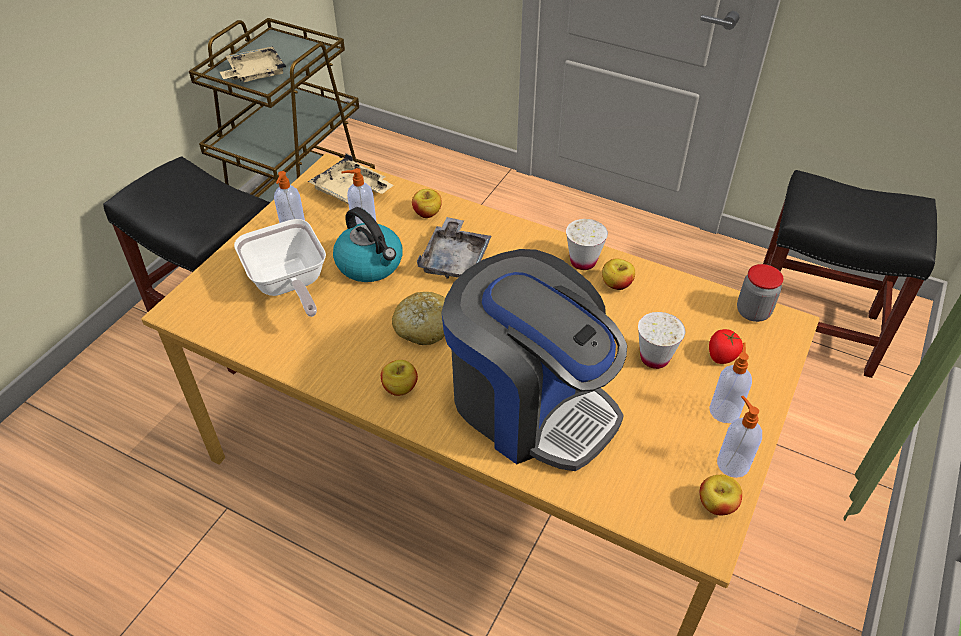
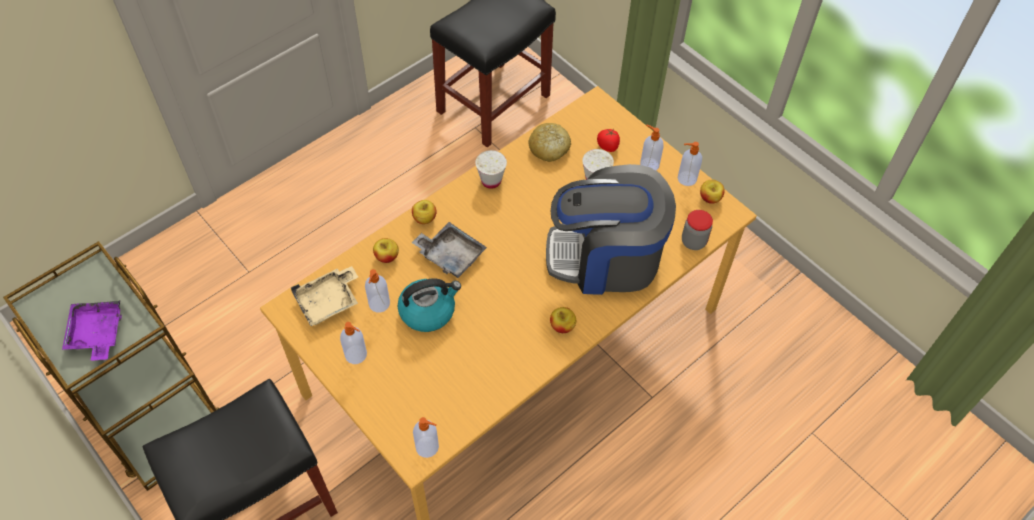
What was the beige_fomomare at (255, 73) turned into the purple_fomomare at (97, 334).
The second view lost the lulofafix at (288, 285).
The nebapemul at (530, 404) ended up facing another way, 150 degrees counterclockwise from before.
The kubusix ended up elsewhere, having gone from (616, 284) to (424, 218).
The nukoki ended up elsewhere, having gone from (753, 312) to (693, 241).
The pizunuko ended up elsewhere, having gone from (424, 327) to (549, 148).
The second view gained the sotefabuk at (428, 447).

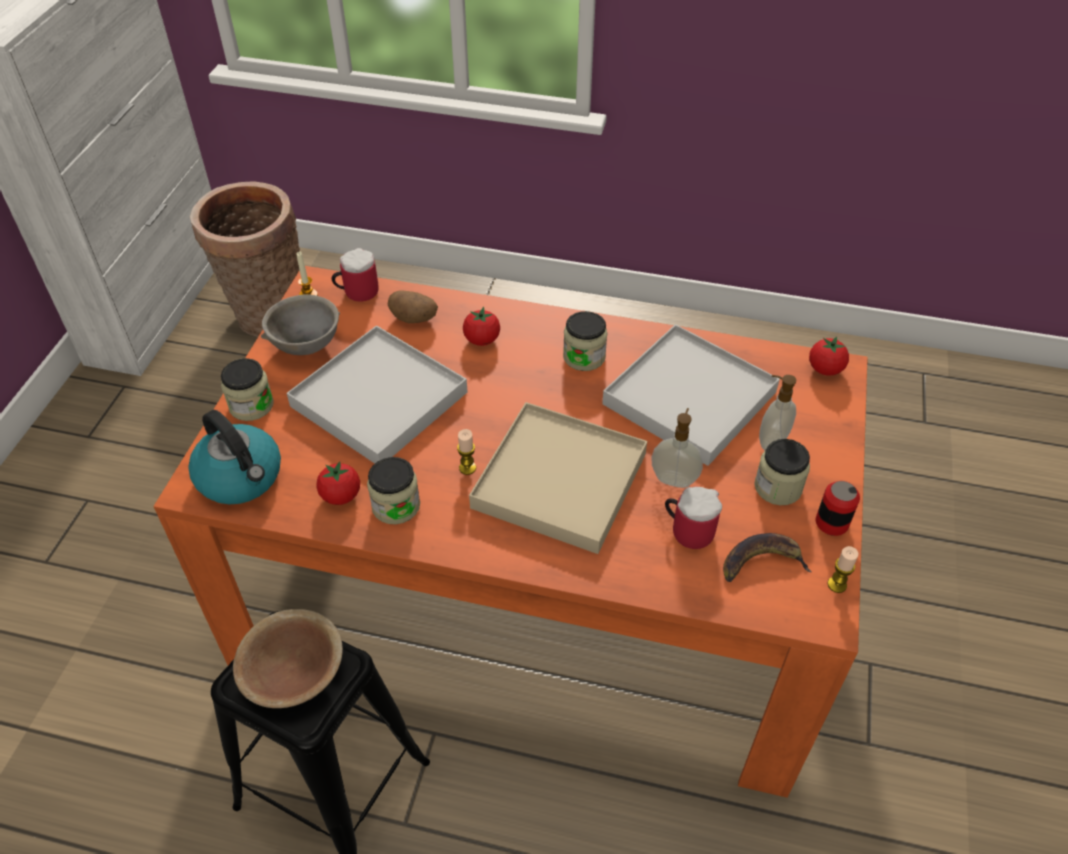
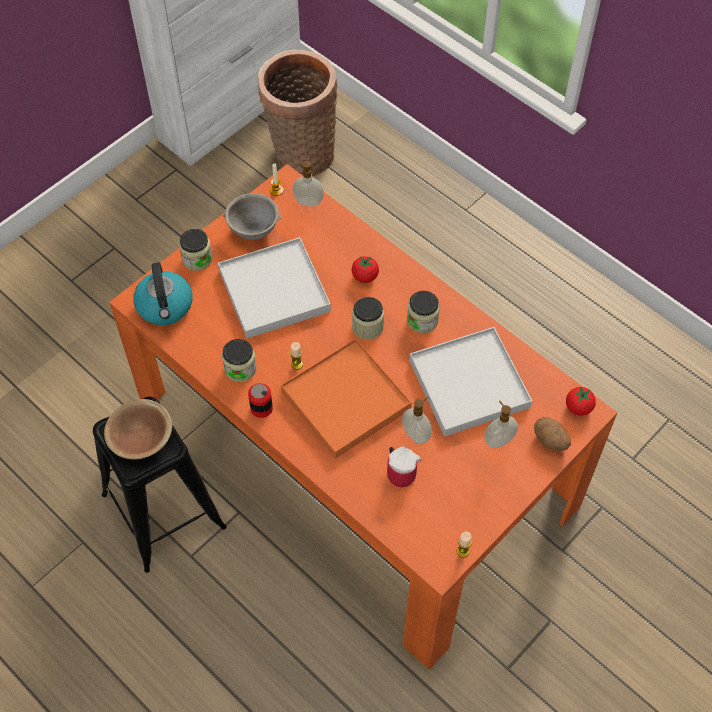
Where the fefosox stood at (356, 291), the sotefabuk came to stand at (308, 201).
The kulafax ended up elsewhere, having gone from (414, 318) to (550, 440).
What was the beige_fomomare at (559, 480) turned into the orange_fomomare at (346, 400).
The nukoki ended up elsewhere, having gone from (778, 487) to (367, 327).
The second view lost the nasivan at (341, 496).
The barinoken ended up elsewhere, having gone from (831, 523) to (261, 408).
The second view lost the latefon at (761, 562).

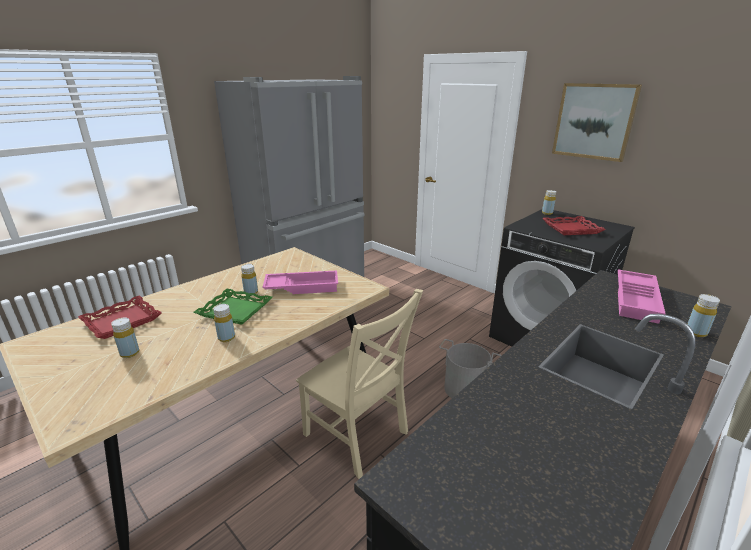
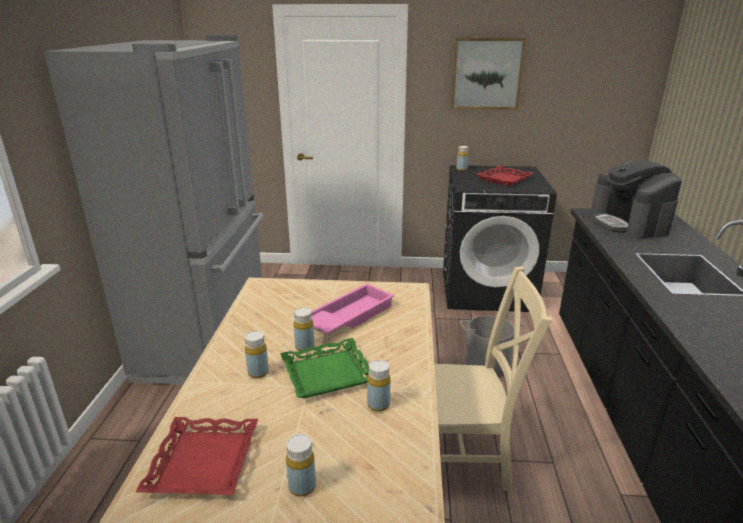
Where the pink_fomomare stood at (637, 300), the nebapemul came to stand at (629, 223).
The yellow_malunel ended up elsewhere, having gone from (696, 332) to (258, 372).

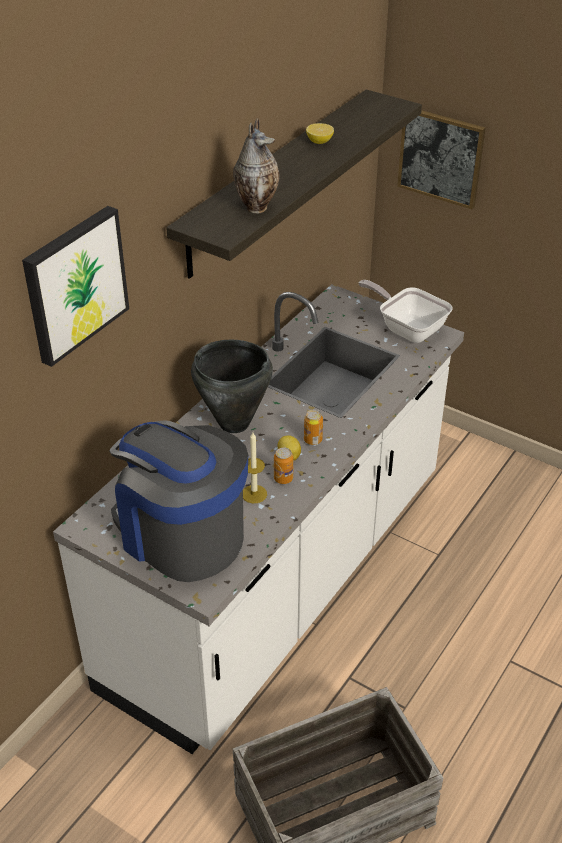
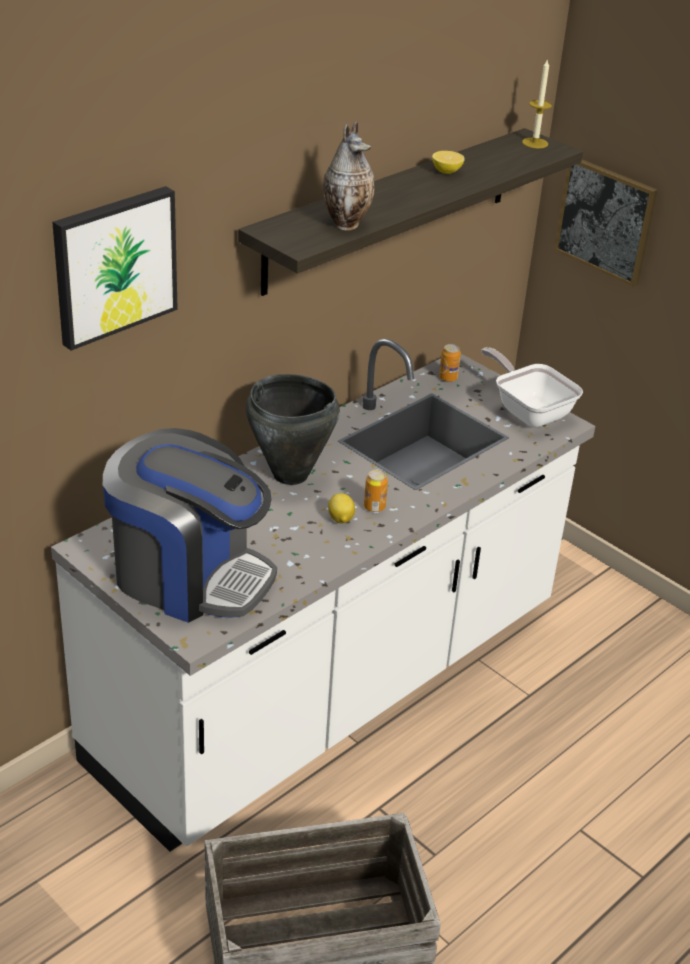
The nebapemul at (181, 535) ended up facing another way, 150 degrees clockwise from before.
The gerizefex ended up elsewhere, having gone from (254, 494) to (535, 143).
The barinoken ended up elsewhere, having gone from (283, 478) to (448, 378).

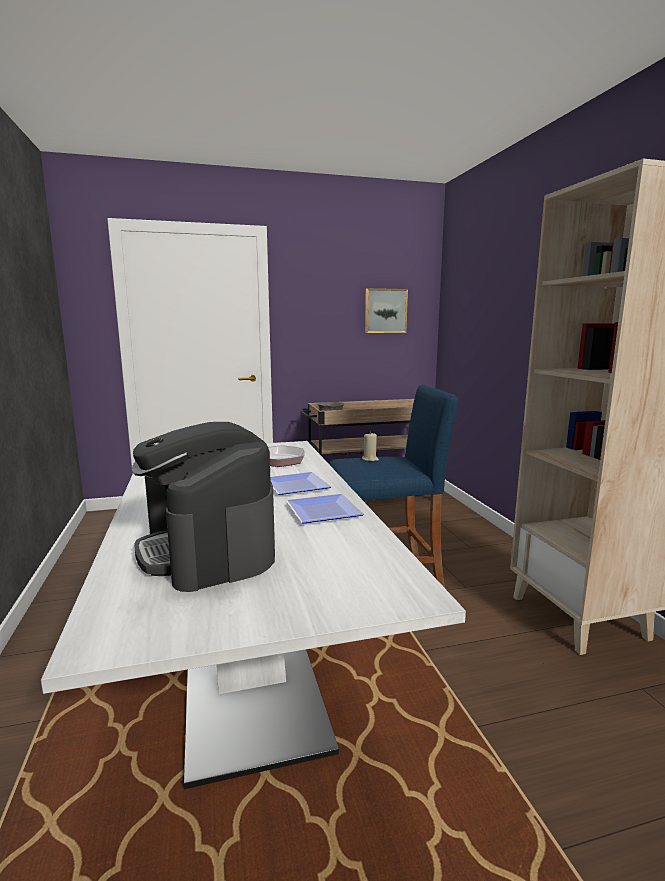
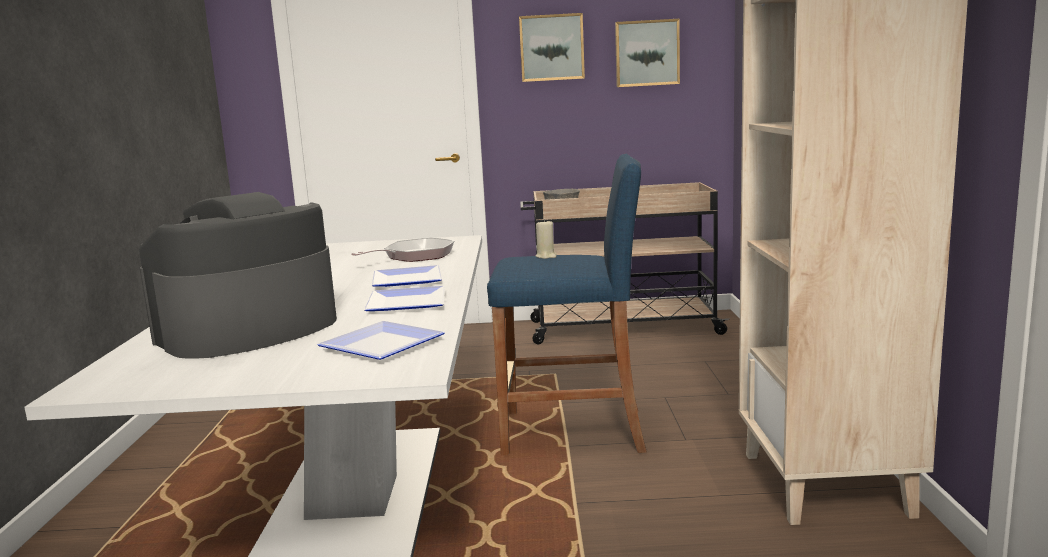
The nebapemul at (208, 549) ended up facing another way, 60 degrees clockwise from before.
The second view gained the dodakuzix at (551, 48).
The second view gained the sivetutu at (387, 345).

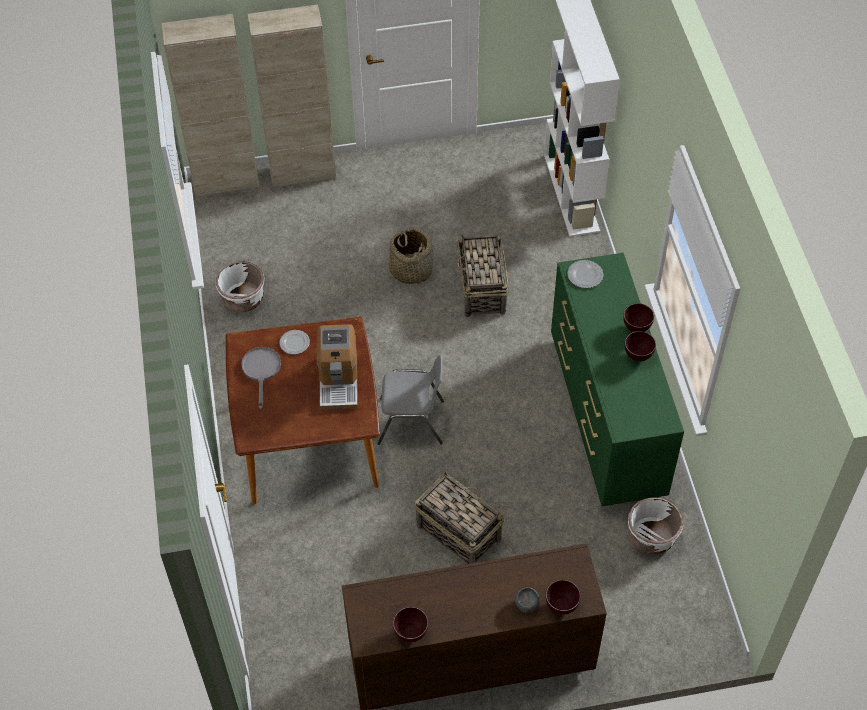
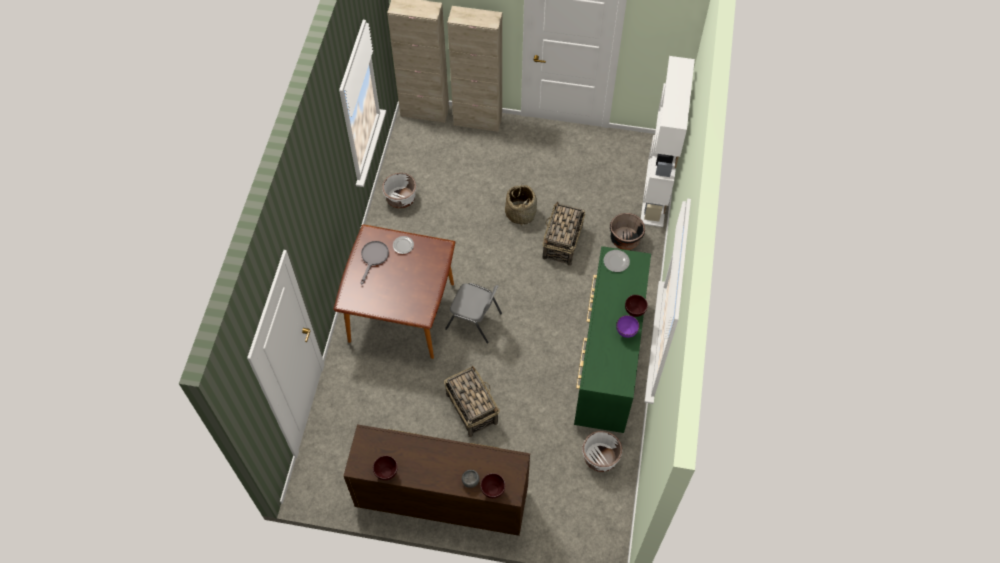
The second view lost the nebapemul at (338, 381).
What was the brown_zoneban at (637, 356) turned into the purple_zoneban at (626, 332).
The second view gained the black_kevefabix at (625, 239).

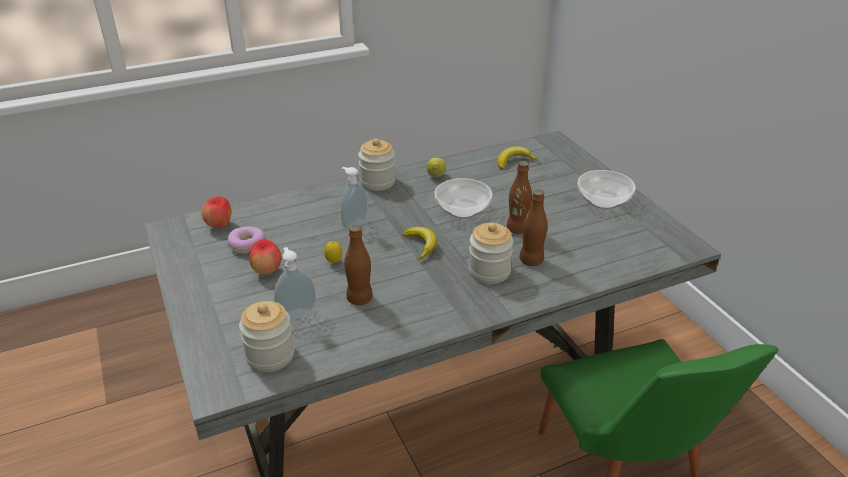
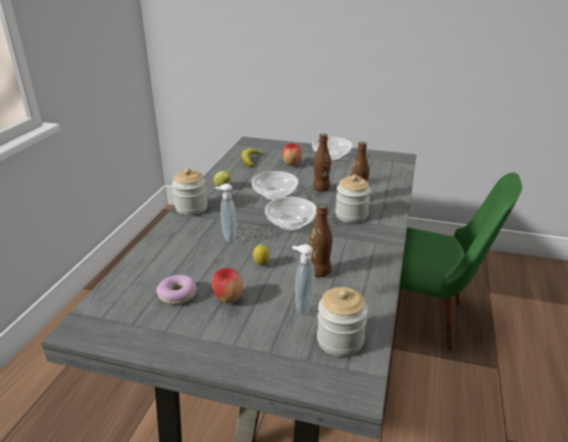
The kubusix ended up elsewhere, having gone from (219, 225) to (291, 164).
Where the latefon stood at (421, 245), the zoneban came to stand at (291, 224).

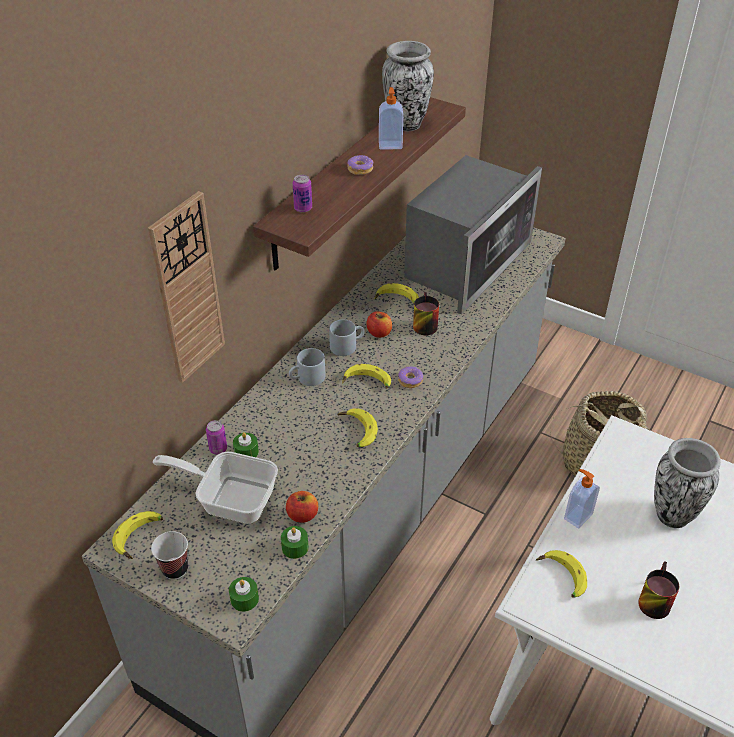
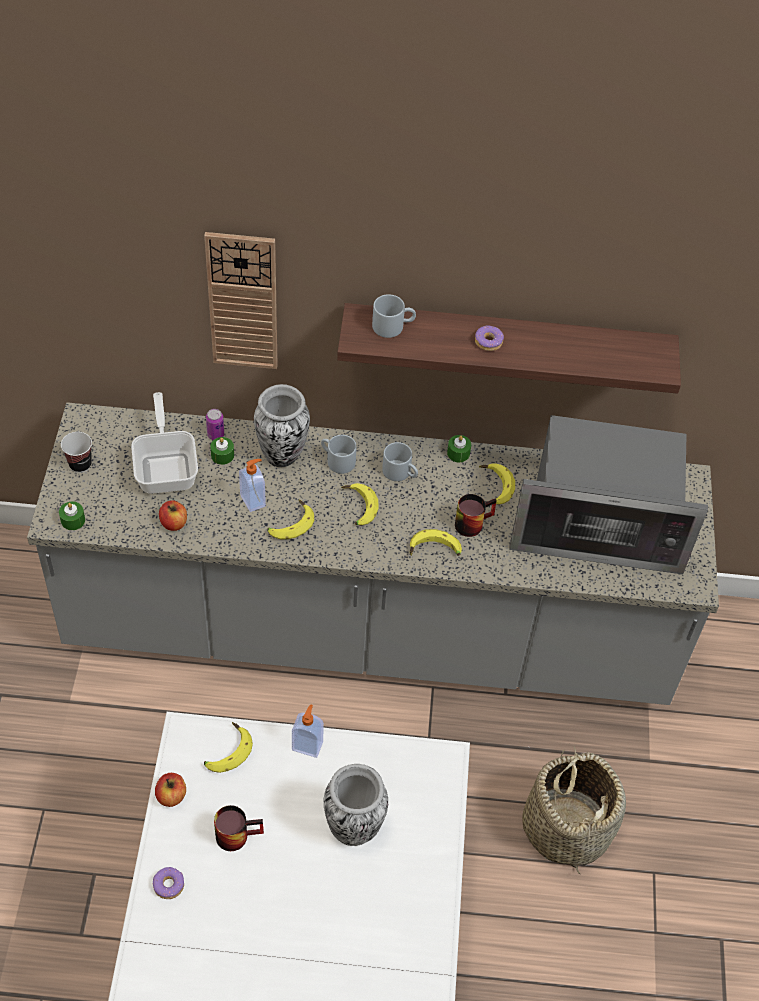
The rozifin ended up elsewhere, having gone from (406, 124) to (282, 455).
The sotefabuk ended up elsewhere, having gone from (390, 145) to (253, 500).
Where the barinoken stood at (303, 208), the grey_fefosox came to stand at (393, 326).
The kubusix ended up elsewhere, having gone from (379, 333) to (171, 796).
The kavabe ended up elsewhere, having gone from (410, 380) to (169, 885).
The latefon ended up elsewhere, having gone from (140, 538) to (434, 551).
The green_gerizefex ended up elsewhere, having gone from (295, 547) to (458, 453).

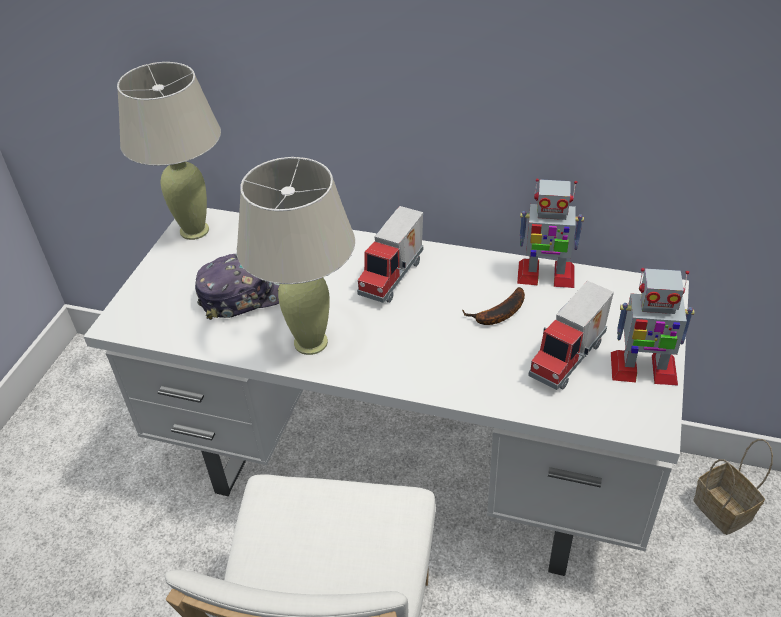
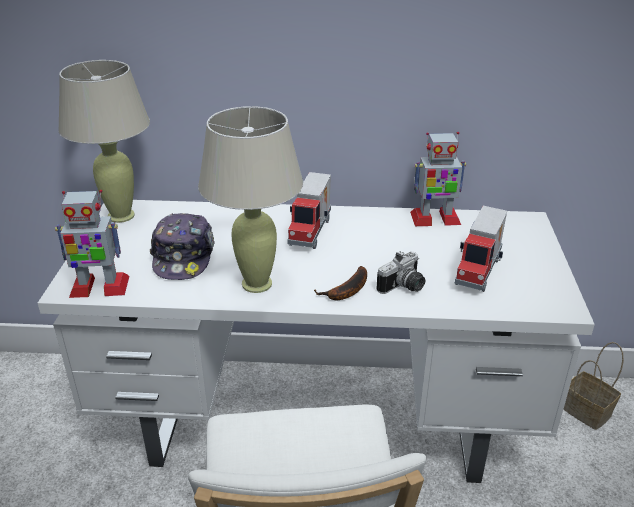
The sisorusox at (244, 295) ended up facing another way, 120 degrees clockwise from before.
The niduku ended up elsewhere, having gone from (642, 369) to (99, 287).
The latefon ended up elsewhere, having gone from (498, 315) to (346, 291).
The second view gained the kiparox at (404, 287).

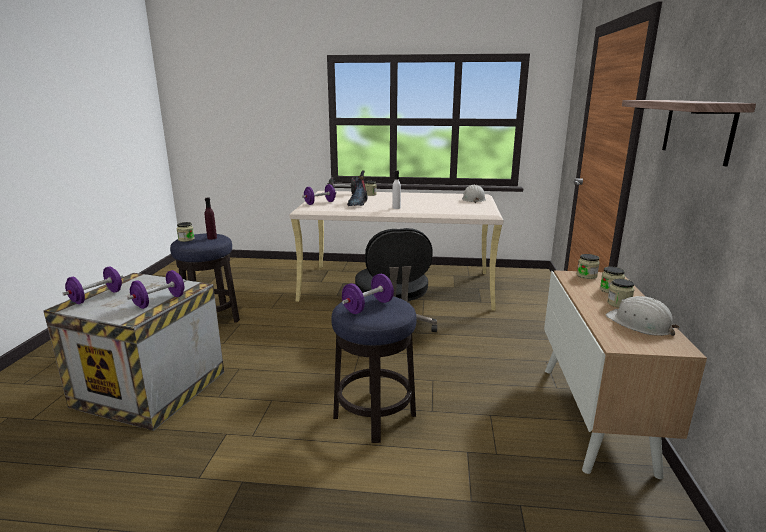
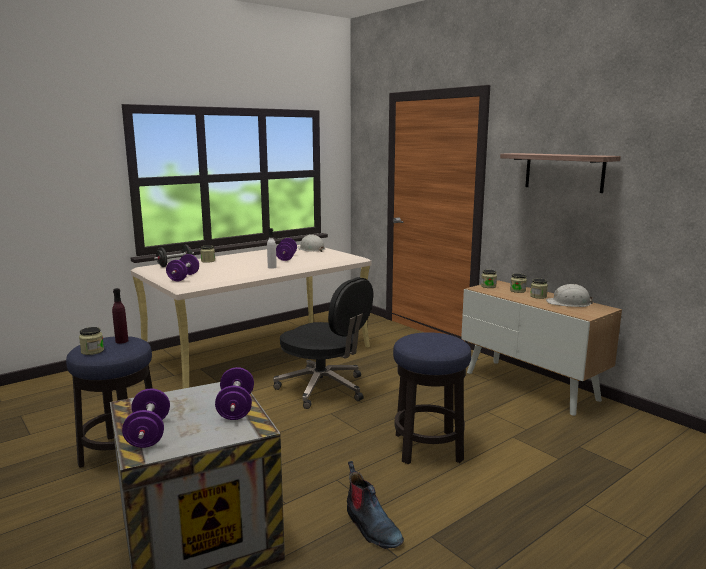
The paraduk ended up elsewhere, having gone from (357, 203) to (371, 527).
The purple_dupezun ended up elsewhere, having gone from (368, 307) to (286, 258).

